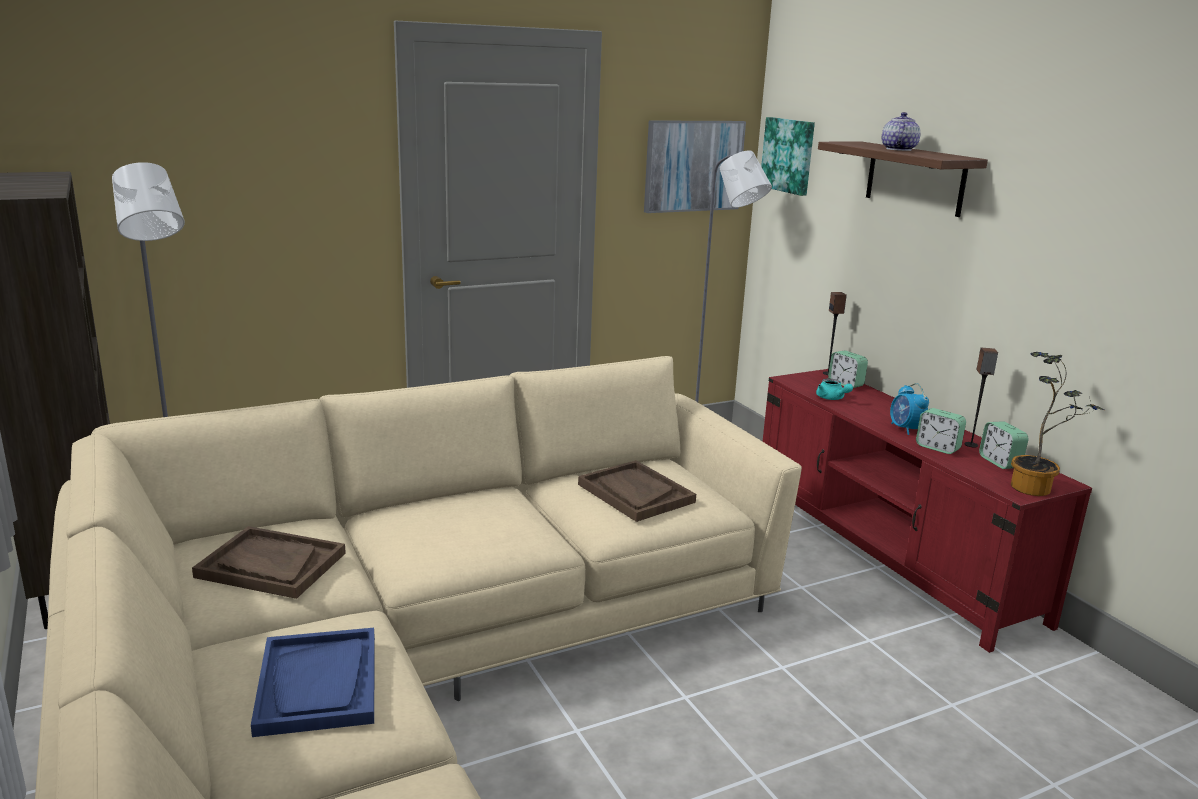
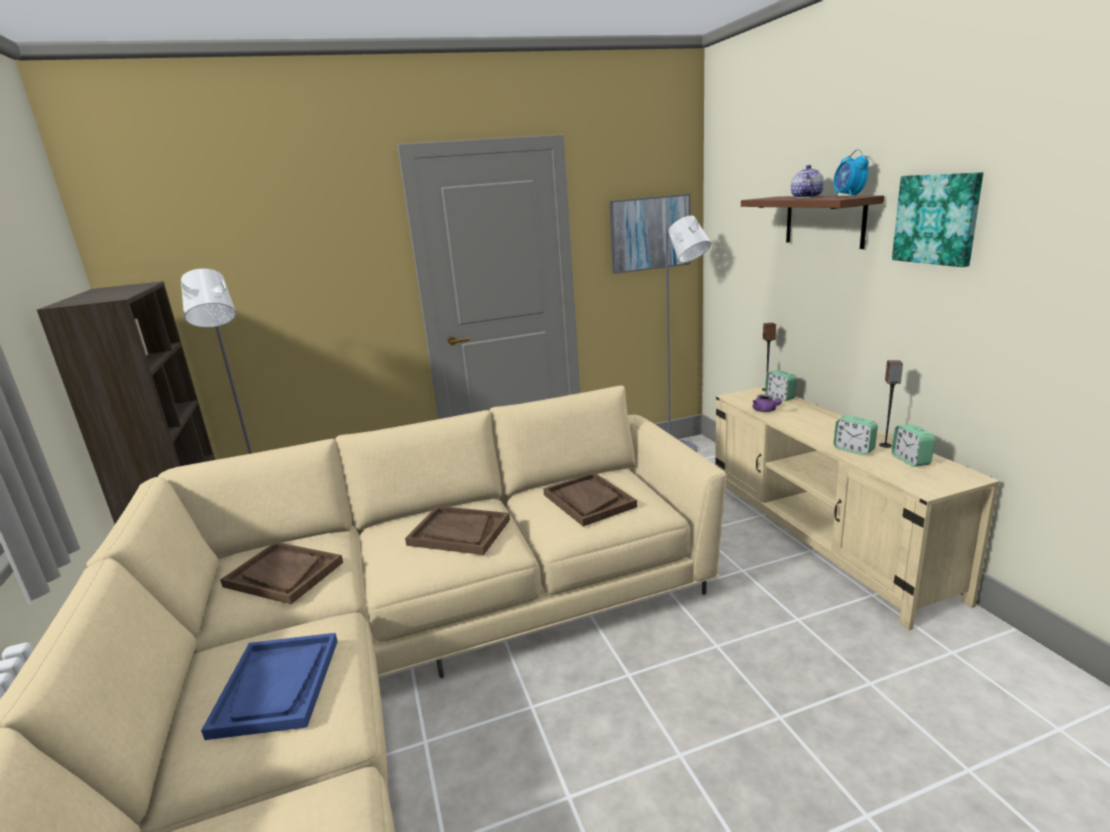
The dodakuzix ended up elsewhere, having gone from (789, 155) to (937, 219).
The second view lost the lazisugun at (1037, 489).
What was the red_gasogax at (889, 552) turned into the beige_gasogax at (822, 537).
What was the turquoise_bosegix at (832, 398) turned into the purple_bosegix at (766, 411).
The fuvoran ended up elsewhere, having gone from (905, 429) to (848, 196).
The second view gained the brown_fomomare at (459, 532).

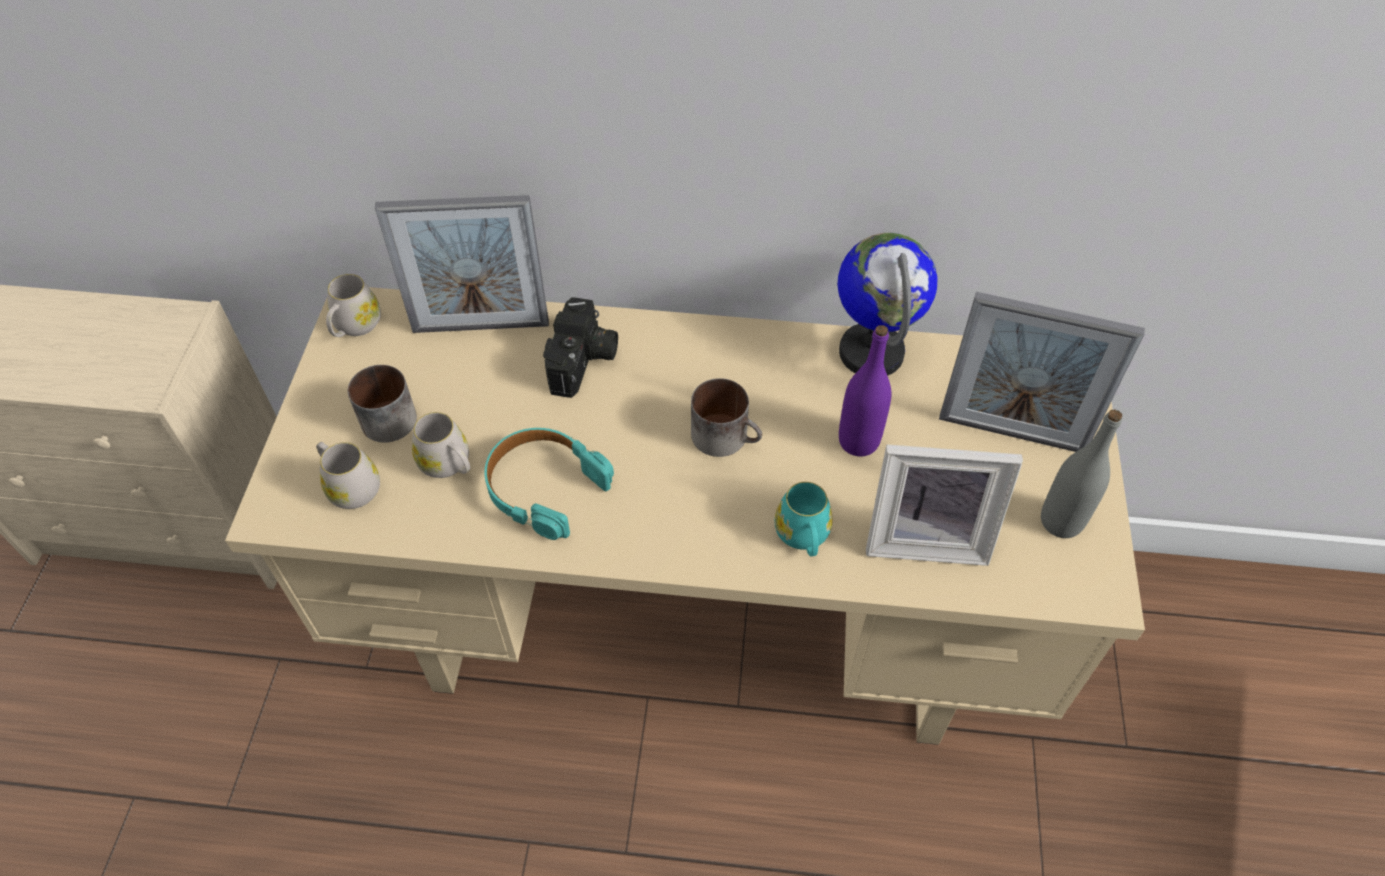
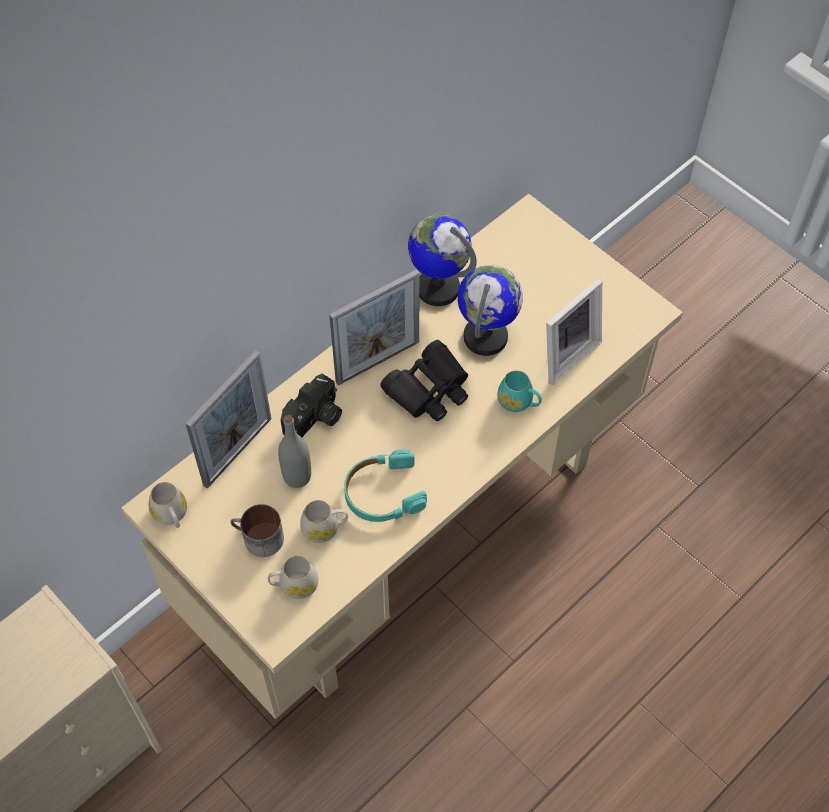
The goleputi ended up elsewhere, having gone from (1011, 433) to (377, 362).
The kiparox at (584, 362) ended up facing another way, 75 degrees clockwise from before.
Where the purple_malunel stood at (858, 441), the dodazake came to stand at (486, 337).
Where the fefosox stood at (727, 436), the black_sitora came to stand at (429, 390).
The grey_malunel ended up elsewhere, having gone from (1061, 521) to (297, 476).

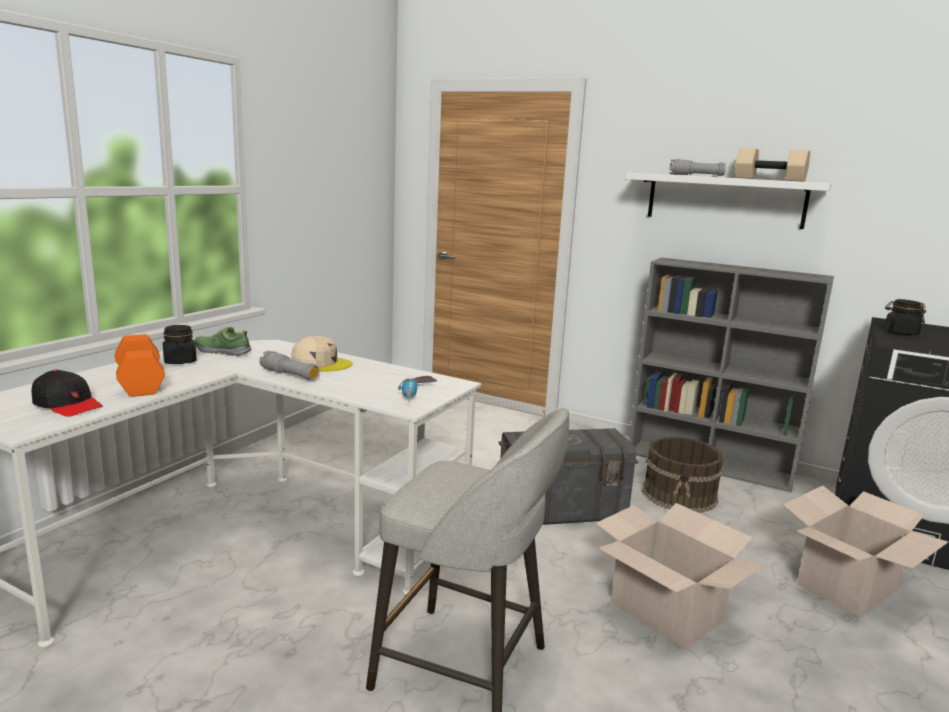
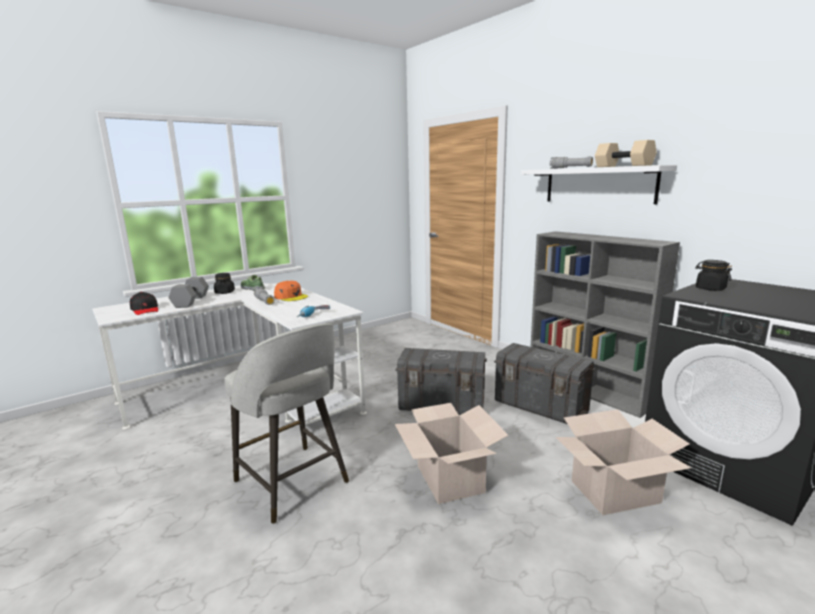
What was the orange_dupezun at (142, 382) turned into the grey_dupezun at (191, 301).
What was the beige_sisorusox at (321, 363) turned into the orange_sisorusox at (291, 297).
Where the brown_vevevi stood at (680, 494), the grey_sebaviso came to stand at (541, 406).

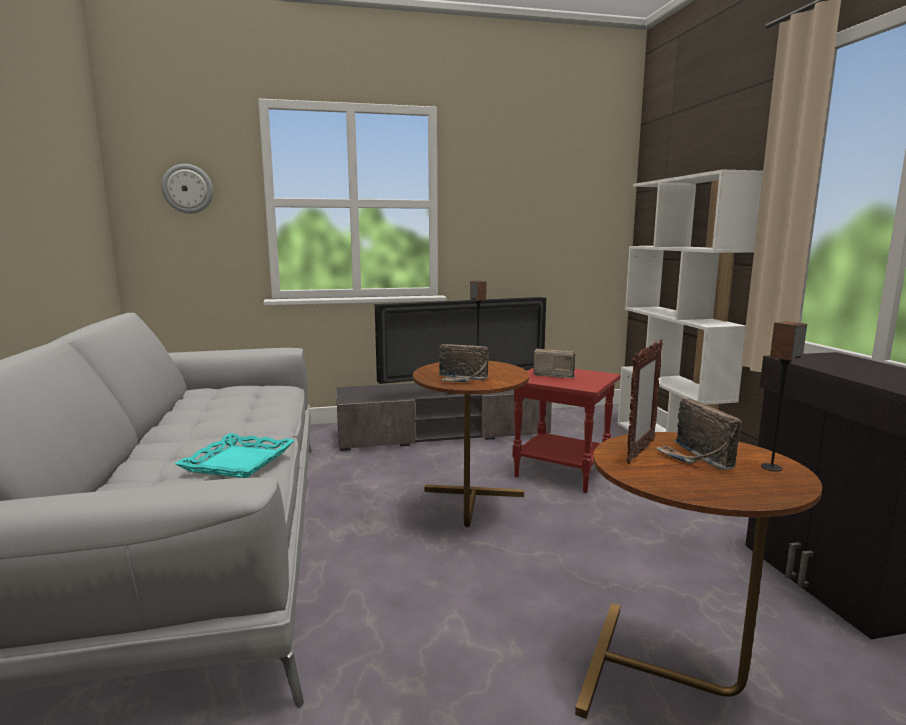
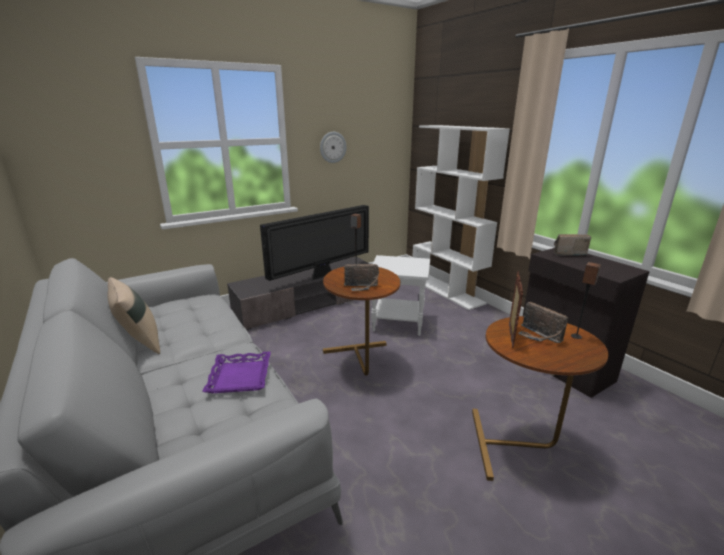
The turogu ended up elsewhere, having gone from (188, 189) to (332, 147).
The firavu ended up elsewhere, having gone from (553, 375) to (567, 253).
What was the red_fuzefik at (562, 472) turned into the white_fuzefik at (399, 322).
What was the turquoise_fomomare at (238, 462) turned into the purple_fomomare at (239, 376).
The second view gained the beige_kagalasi at (140, 342).

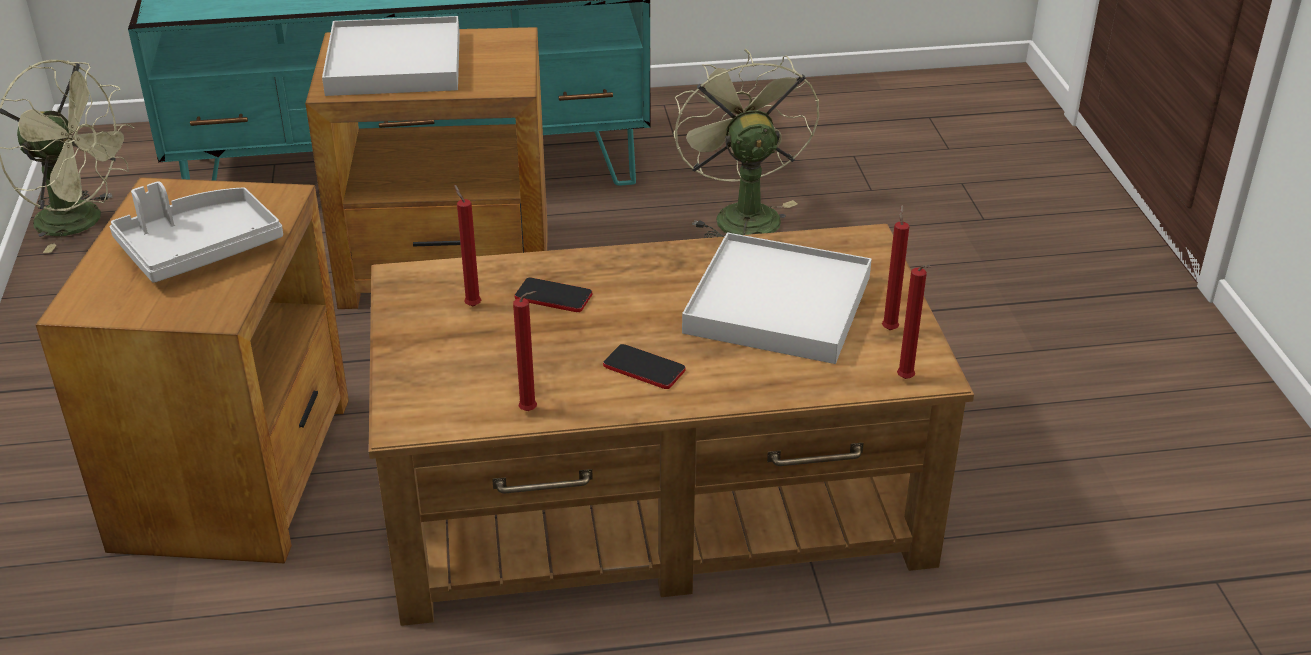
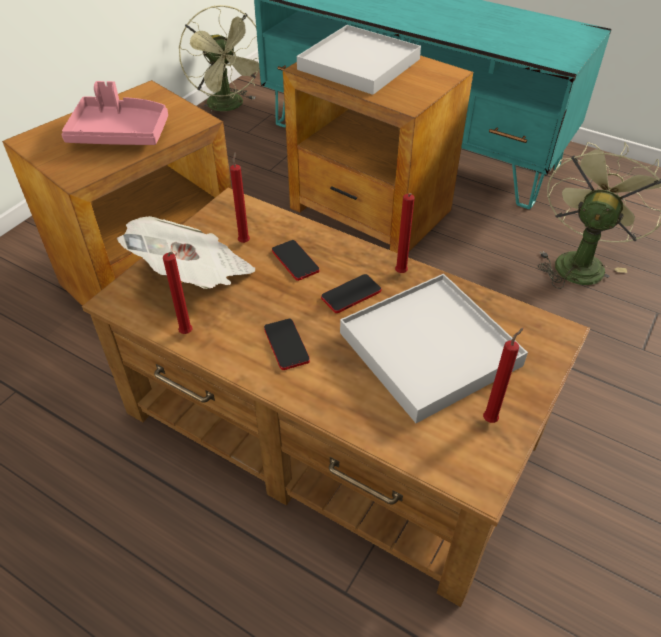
What was the grey_fomomare at (199, 249) turned into the pink_fomomare at (120, 133).
The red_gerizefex ended up elsewhere, having gone from (906, 380) to (400, 274).
The second view gained the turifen at (194, 276).
The second view gained the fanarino at (351, 294).

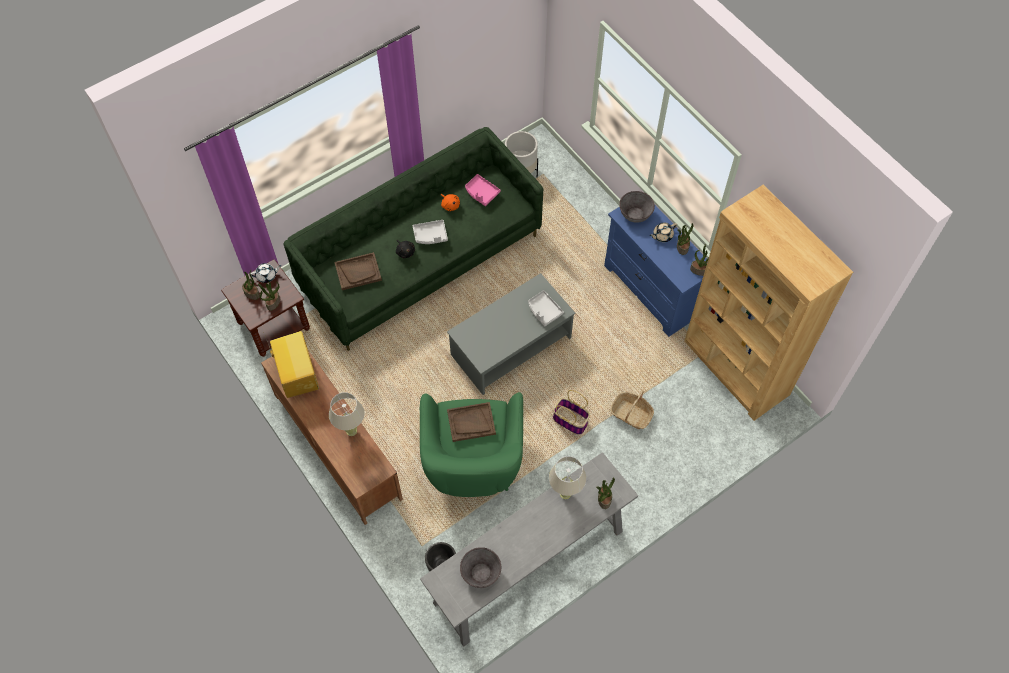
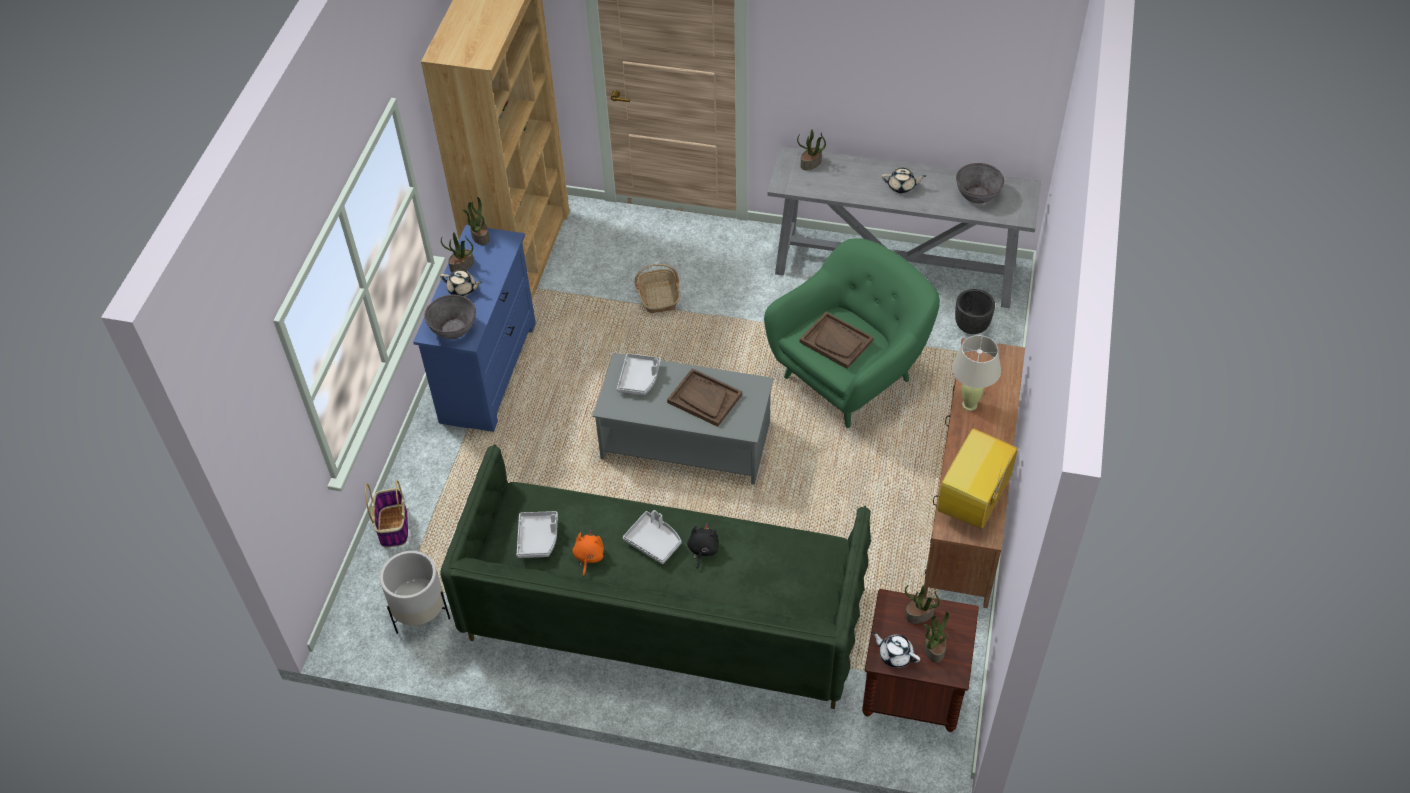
What was the pink_fomomare at (481, 193) turned into the grey_fomomare at (538, 538).
The brown_fomomare ended up elsewhere, having gone from (358, 272) to (704, 399).
The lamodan ended up elsewhere, having gone from (571, 421) to (393, 526).
The second view lost the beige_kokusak at (565, 494).
The second view gained the beige_bosegix at (902, 187).

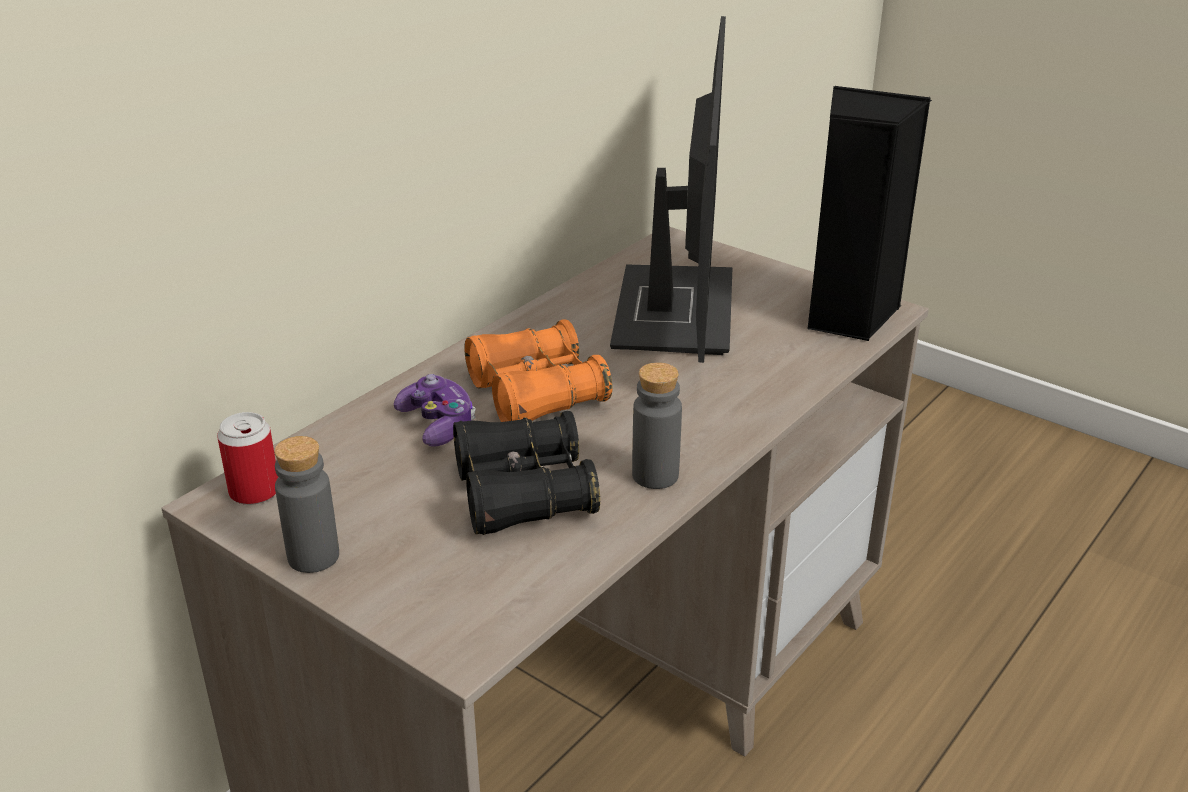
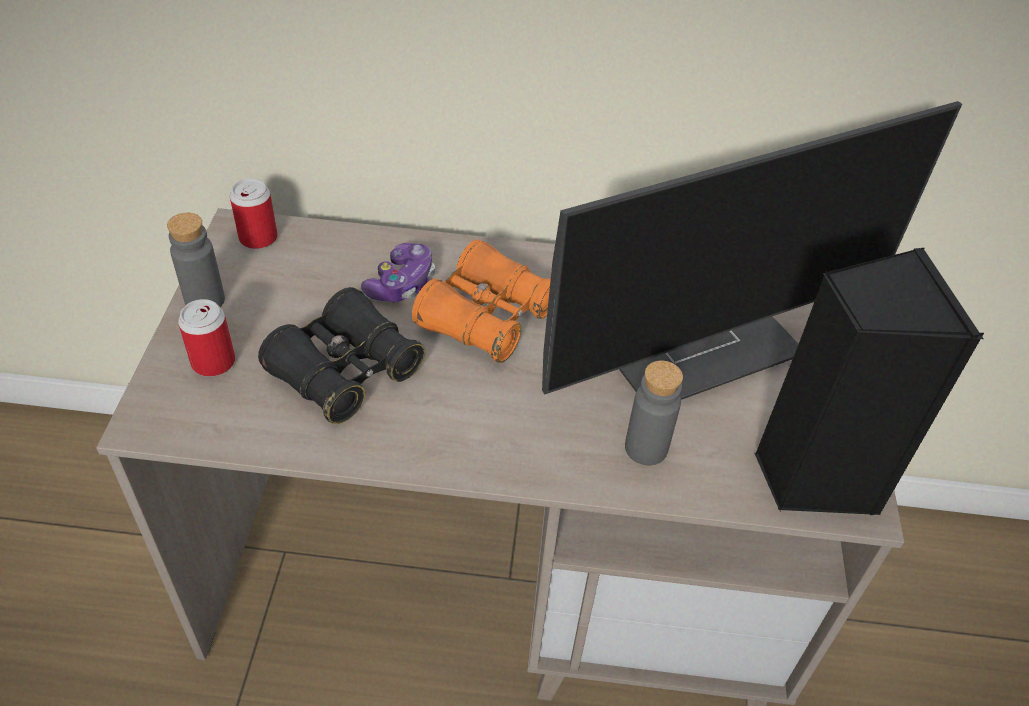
The grey_malunel ended up elsewhere, having gone from (655, 475) to (646, 448).
The second view gained the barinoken at (213, 362).

